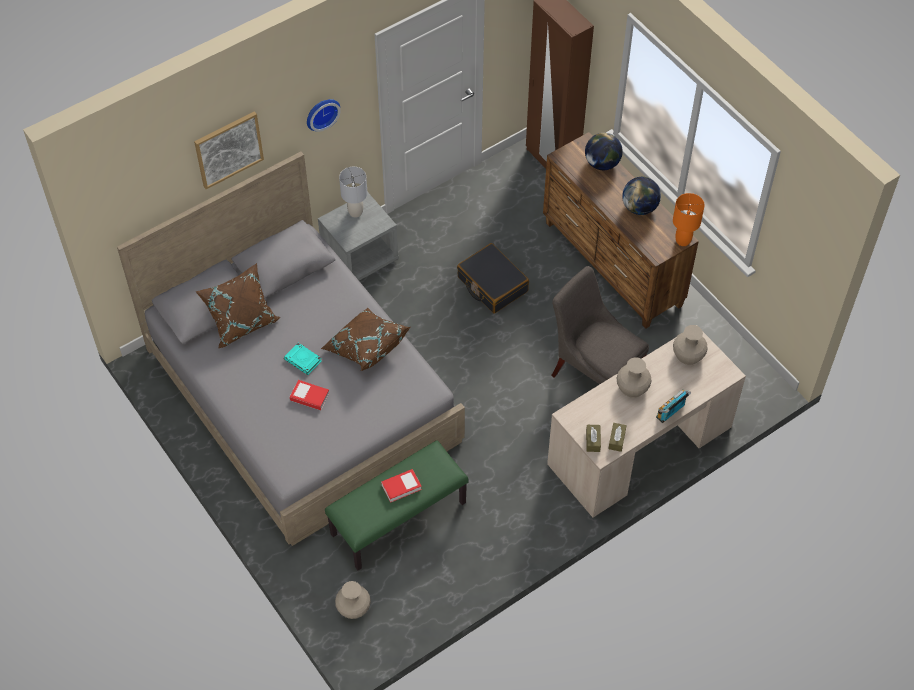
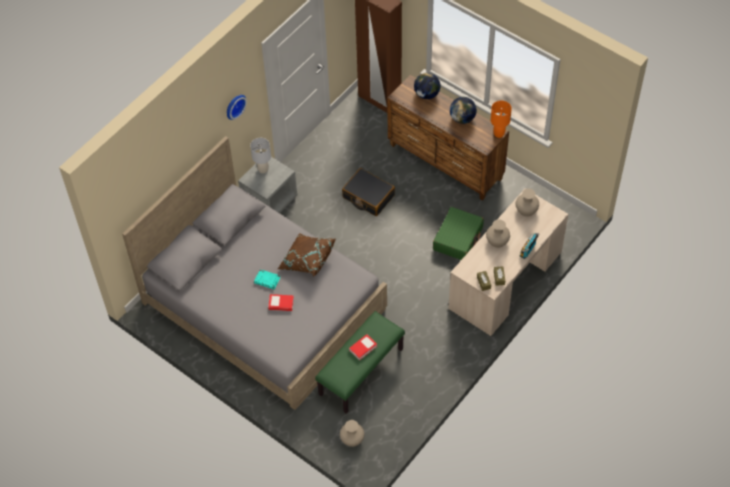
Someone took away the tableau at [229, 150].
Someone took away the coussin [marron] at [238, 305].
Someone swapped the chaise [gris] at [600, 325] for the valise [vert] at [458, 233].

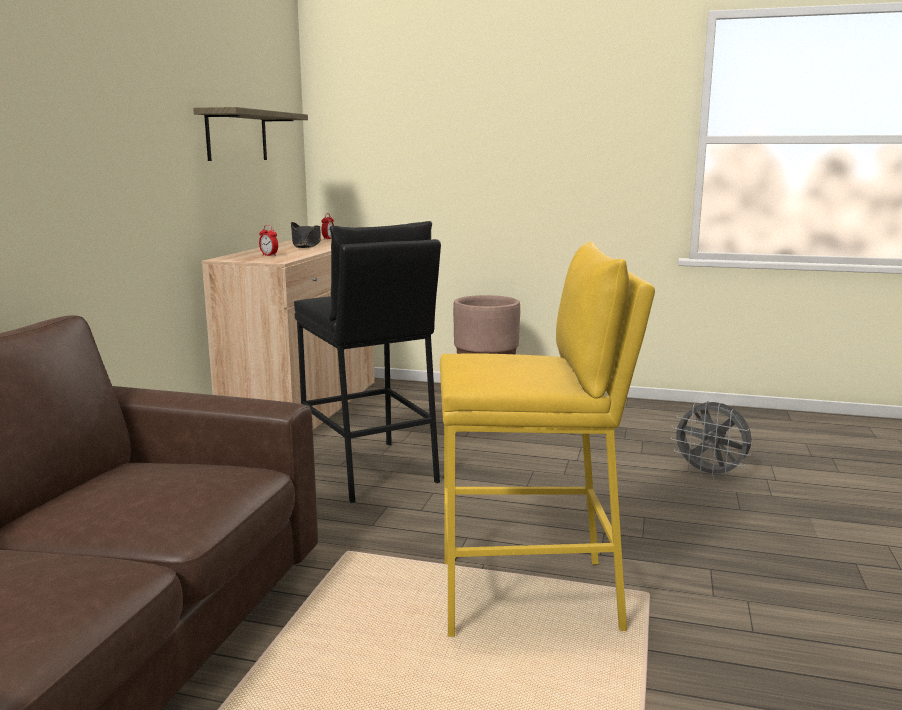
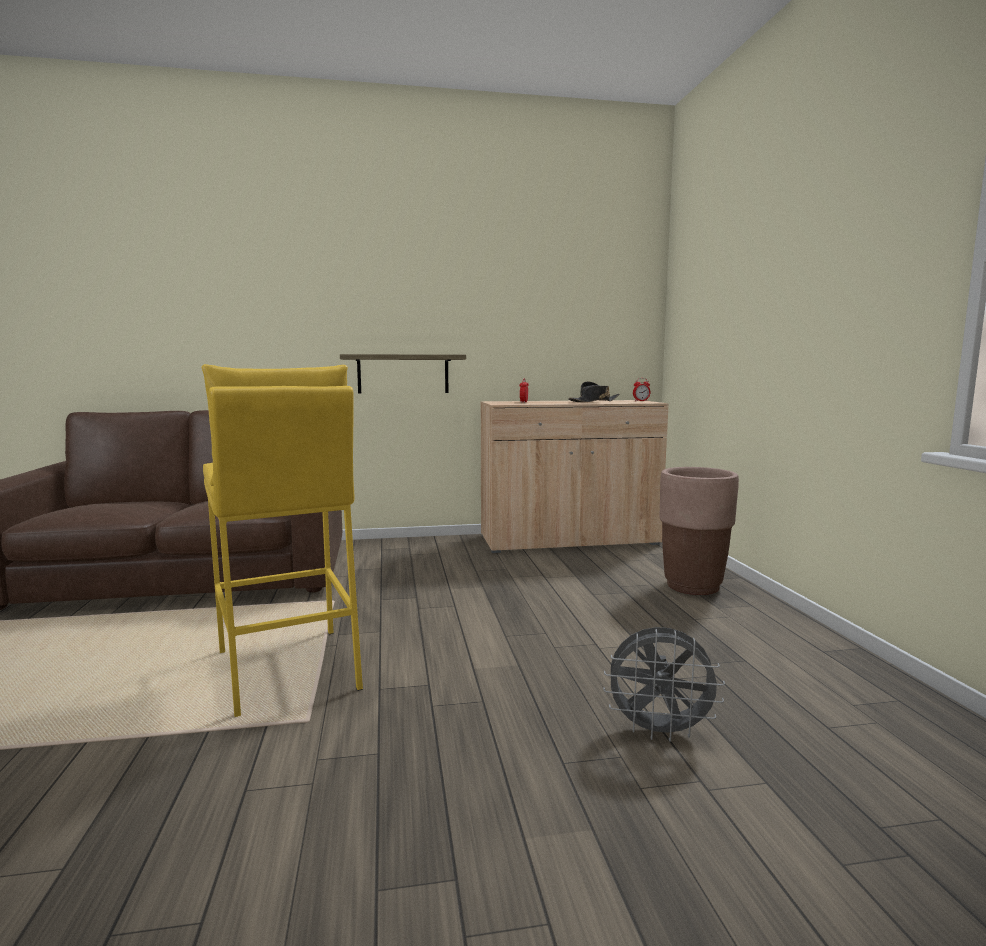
Someone took away the tabouret [noir] at [367, 362].
Someone carried the étagère from [250, 134] to [403, 374].
Someone rotated the ventilateur [gris] at [712, 440] by 90 degrees counterclockwise.

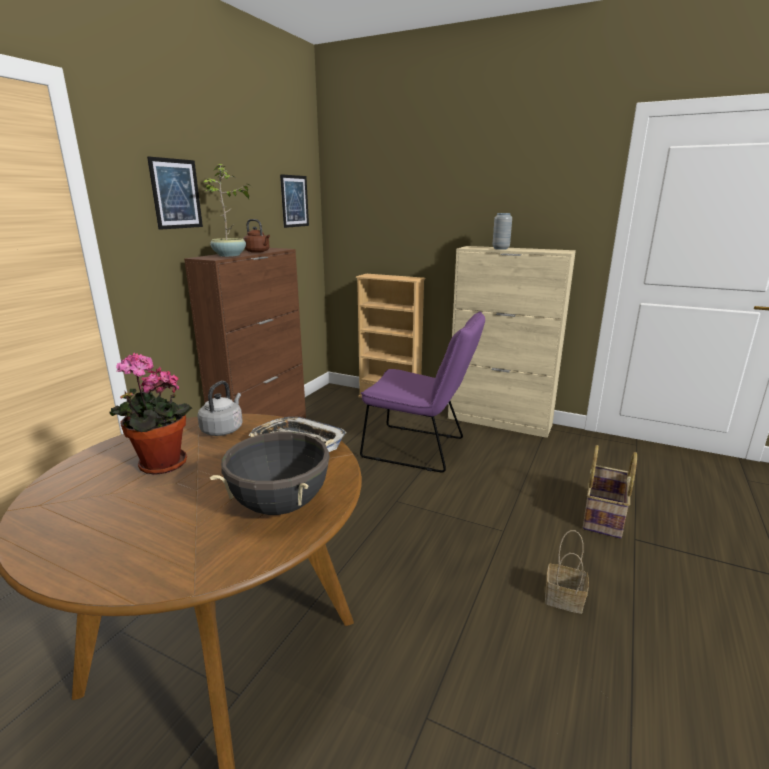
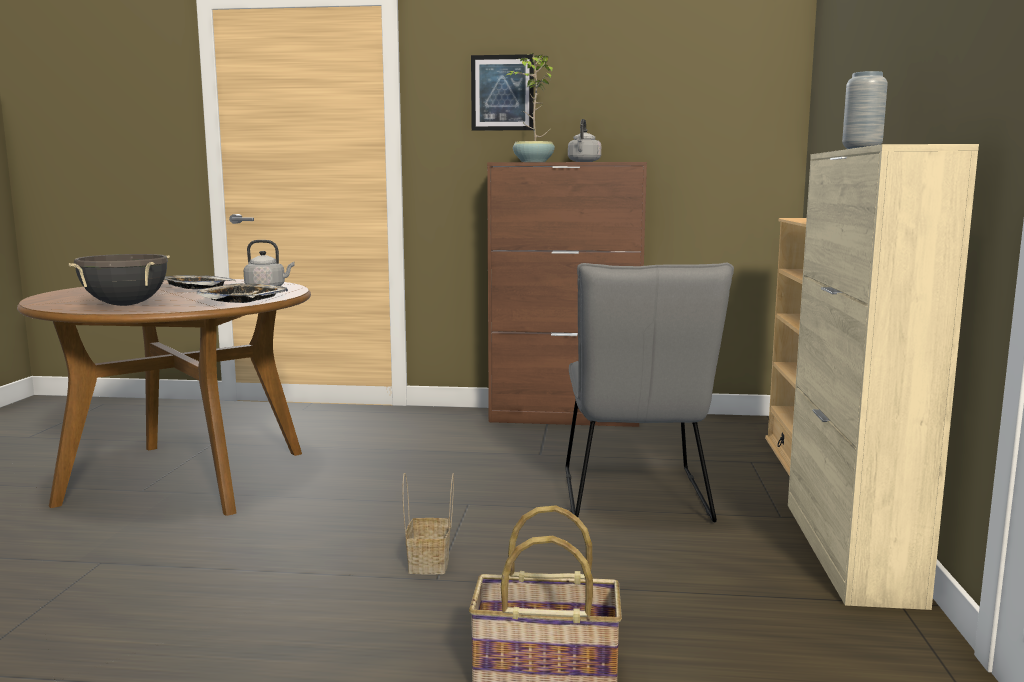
Someone took away the tableau at [294, 201].
Someone carried the panier from [567, 572] to [428, 524].
Someone swapped the plante en pot at [150, 414] for the plateau at [200, 282].
Someone repainted the bouilloire [marron] at [256, 236], which became the bouilloire [gris] at [584, 140].
Someone repainted the chaise [violet] at [422, 391], which became the chaise [gris] at [649, 392].

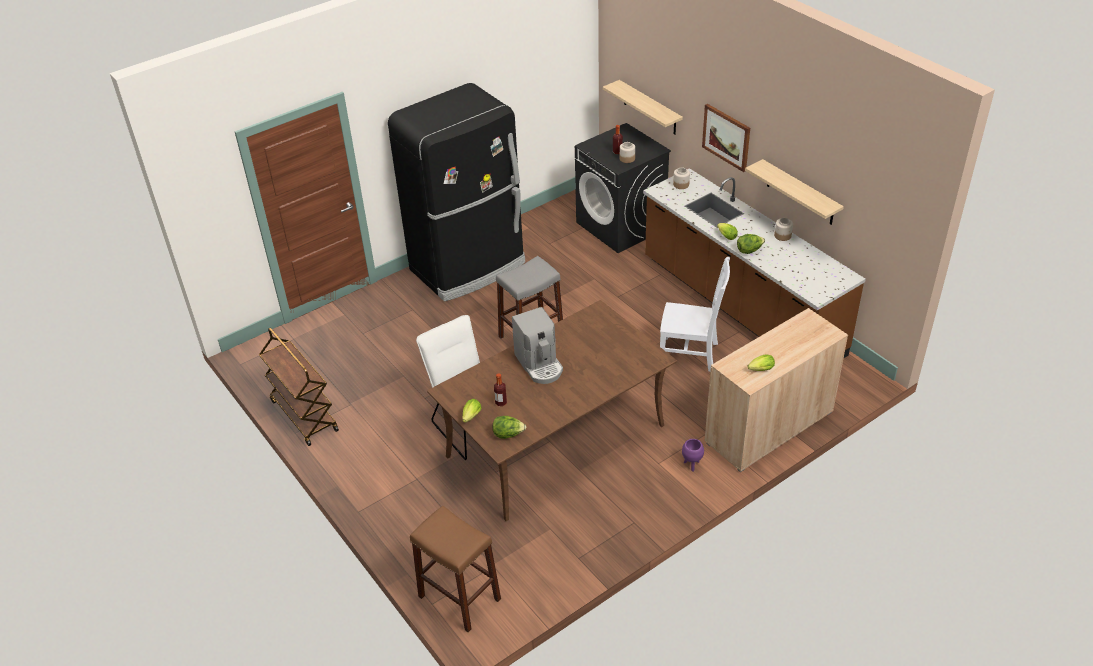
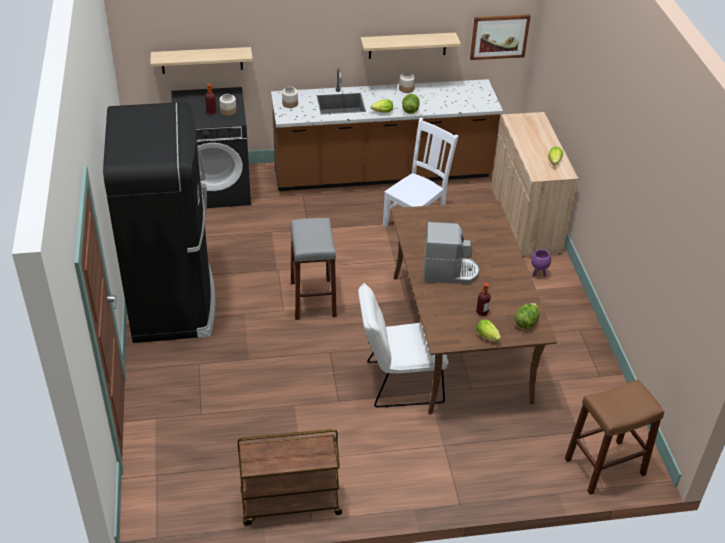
Someone carried the tableau from [726, 138] to [500, 37].

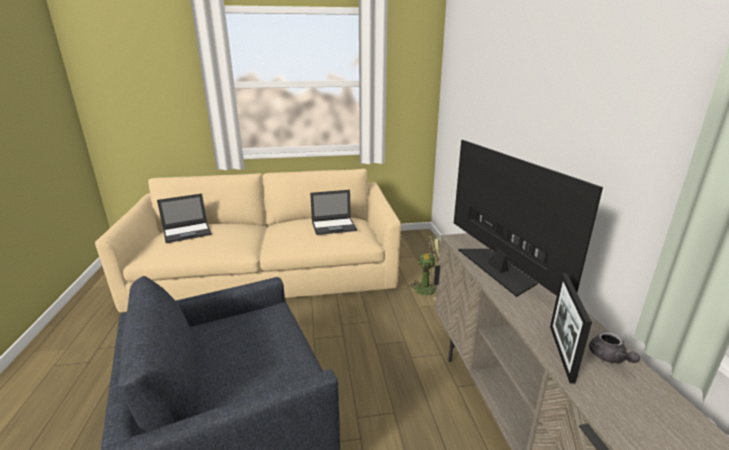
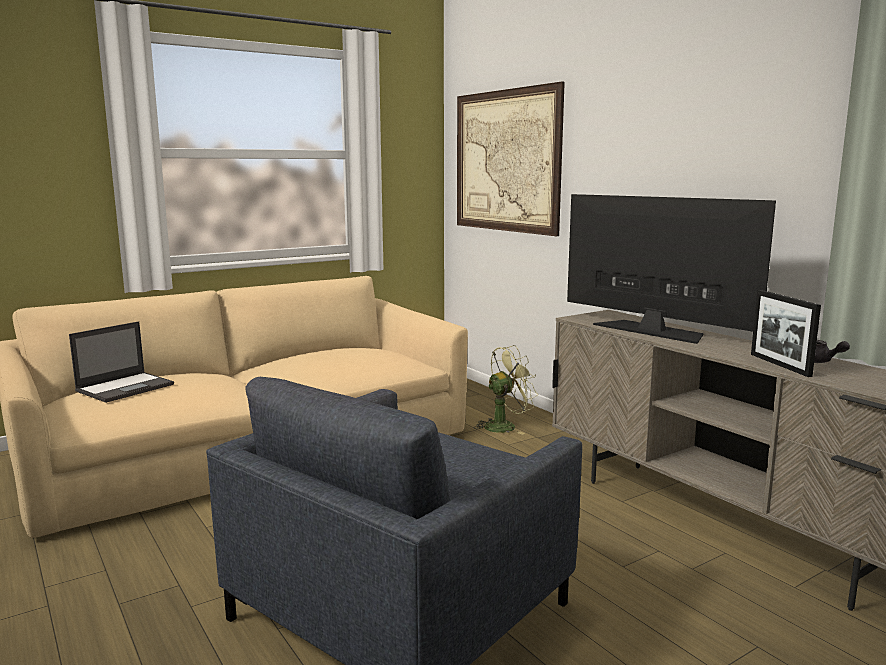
Someone took away the ordinateur portable at [333, 212].
Someone put up the tableau at [511, 159].

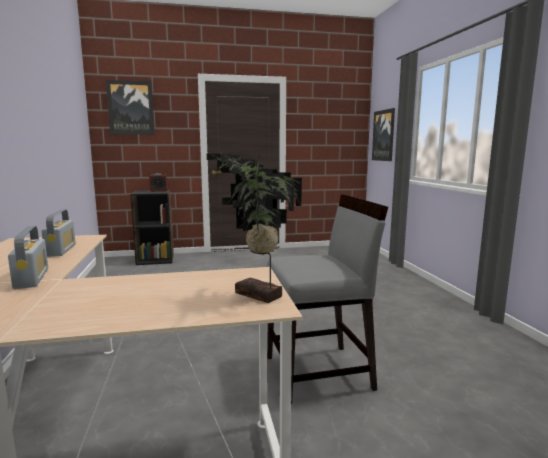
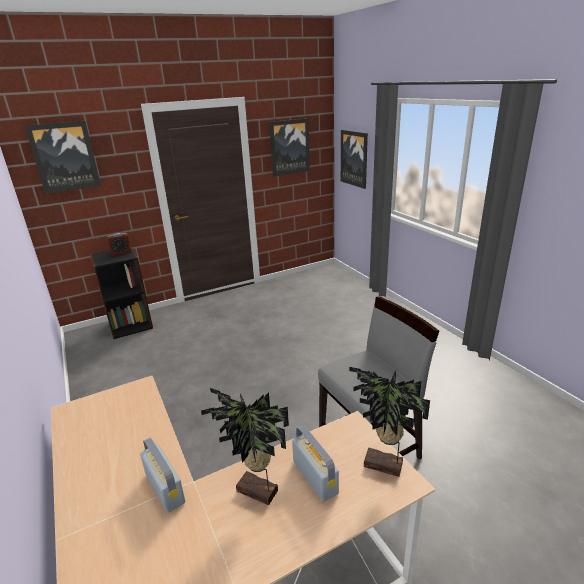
Someone put down the plante en pot at [245, 446].
Someone put up the tableau at [289, 147].
Someone carried the radio from [58, 233] to [315, 463].

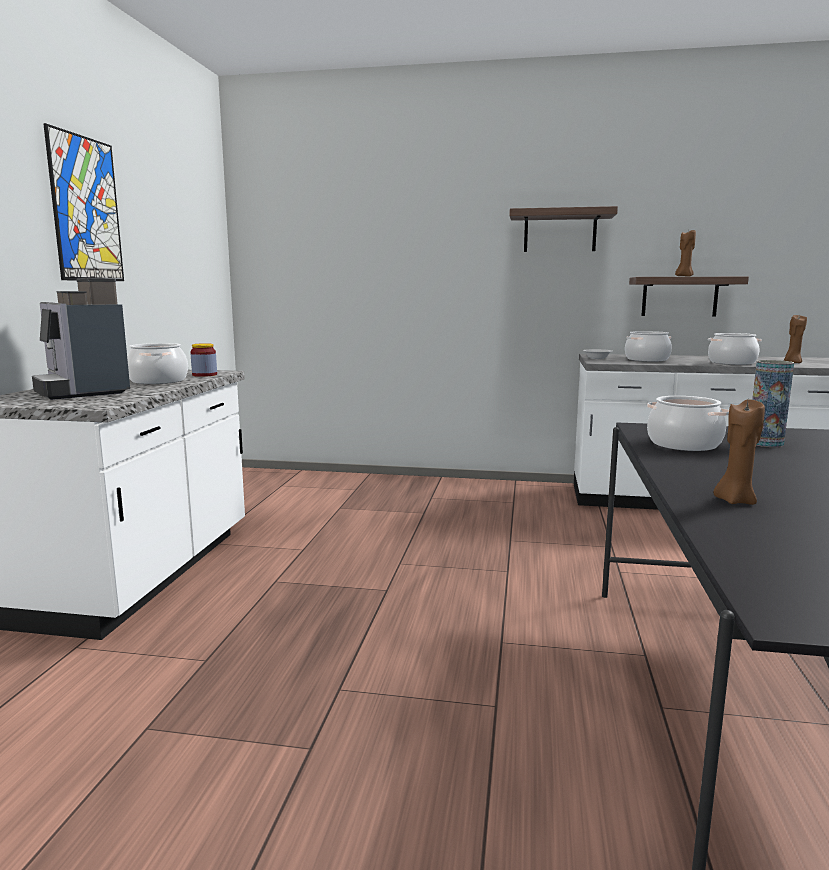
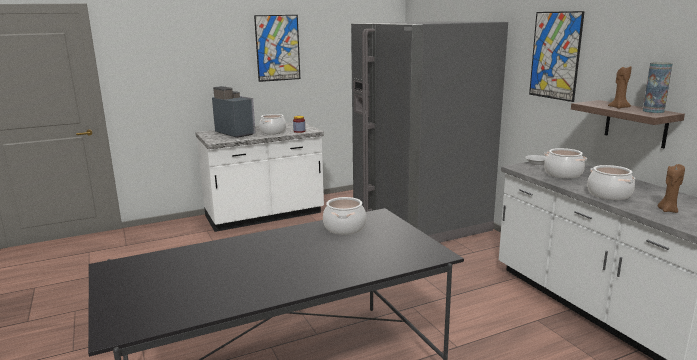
Someone took away the bougie [marron] at [739, 452].
Someone put down the réfrigérateur [gris] at [429, 132].
Someone carried the vase from [773, 403] to [658, 87].
Someone swapped the étagère at [563, 229] for the tableau at [557, 56].
Someone rotated the machine à café at [81, 339] by 120 degrees clockwise.

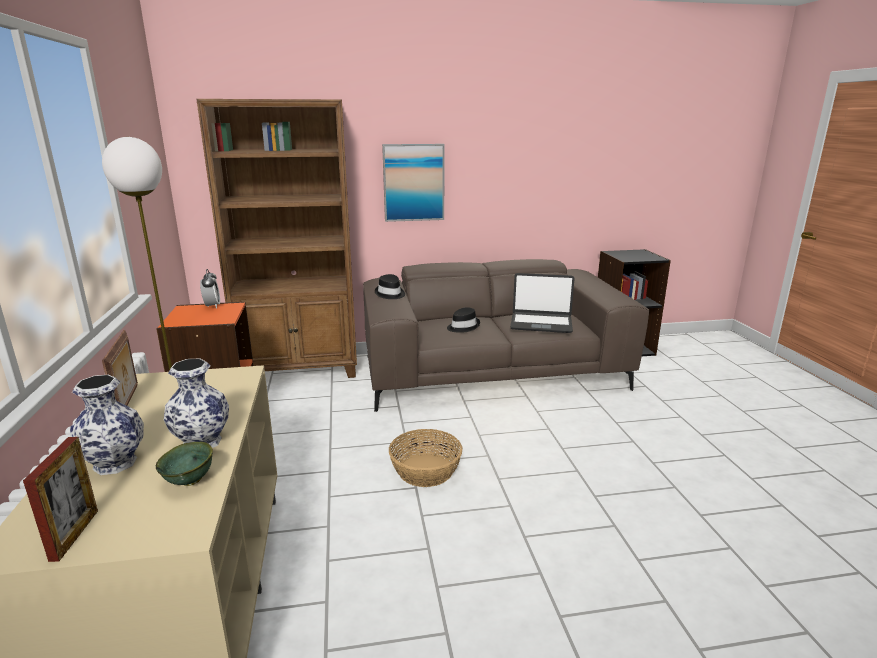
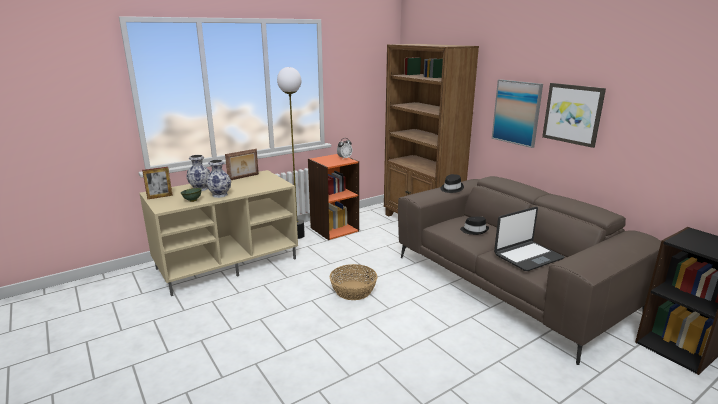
Someone put up the tableau at [574, 115].
Someone rotated the ordinateur portable at [542, 303] by 105 degrees counterclockwise.

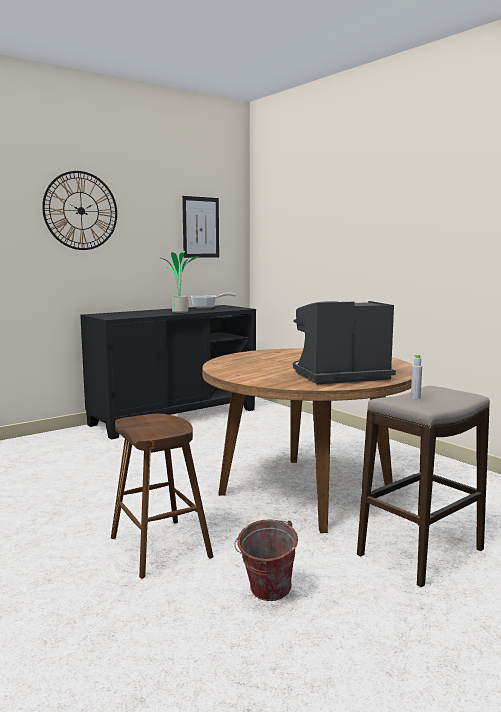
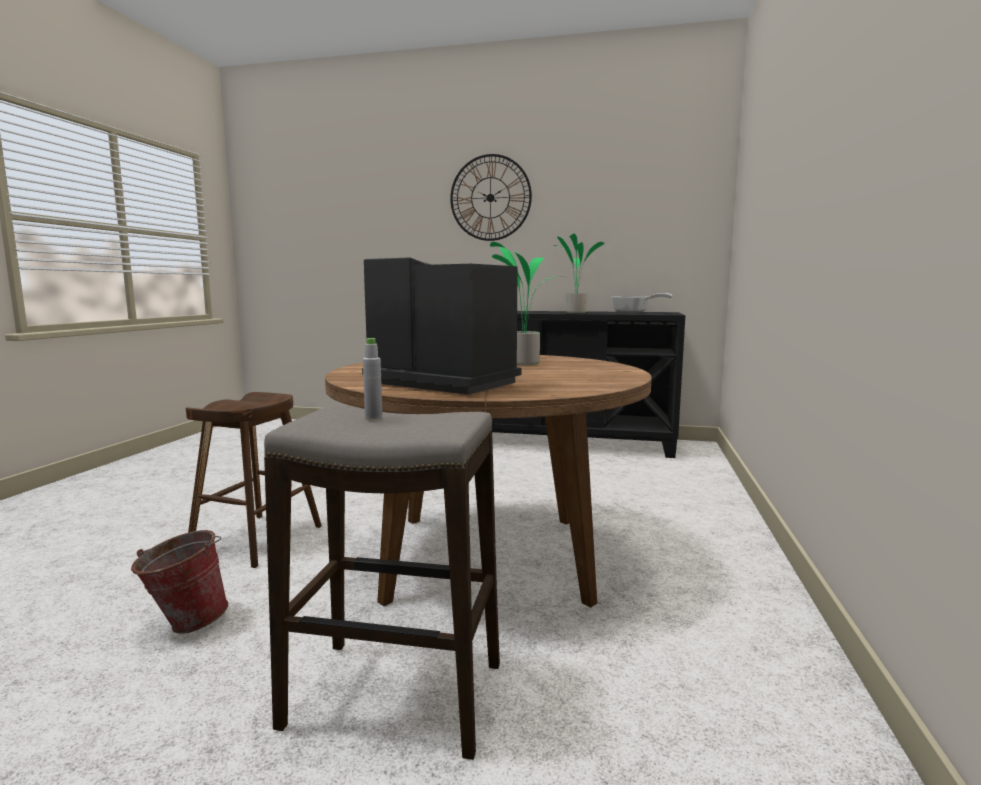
Someone took away the tableau at [200, 227].
Someone put down the plante en pot at [527, 303].

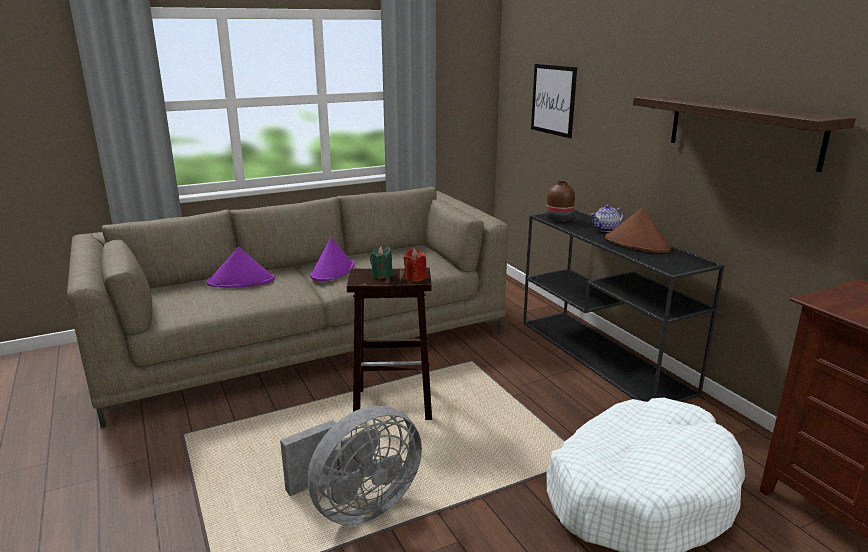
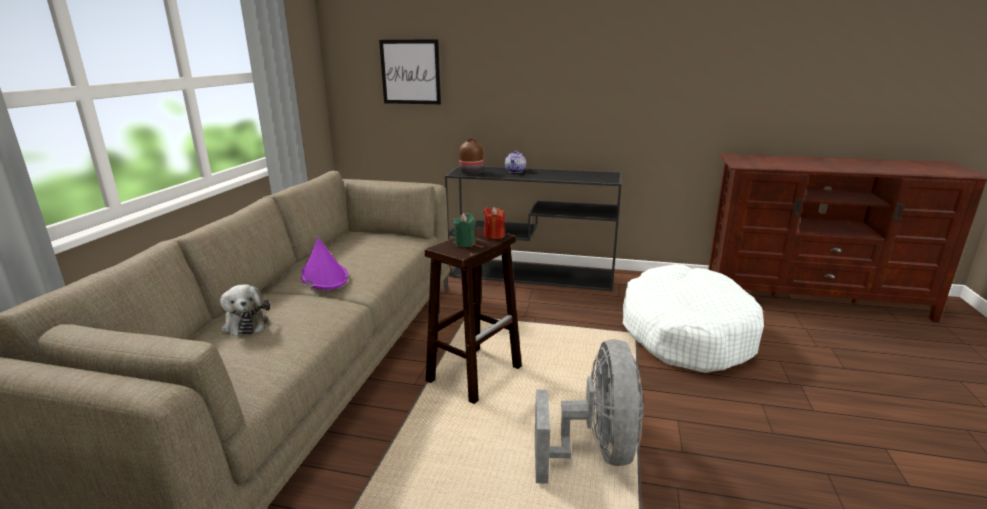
Someone took away the chapeau [marron] at [638, 230].
Someone took away the étagère at [744, 133].
Someone swapped the chapeau [violet] at [240, 267] for the peluche at [245, 310].

